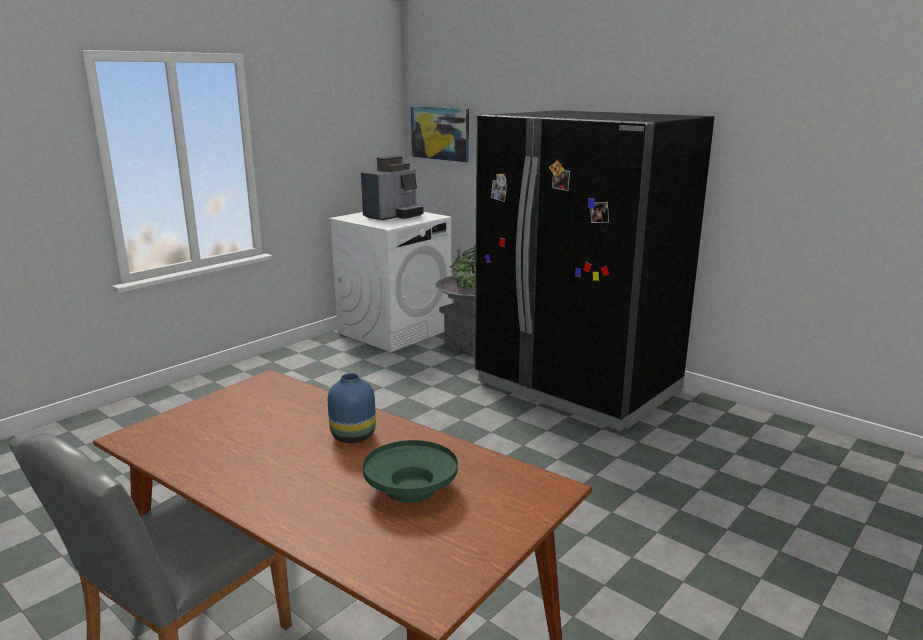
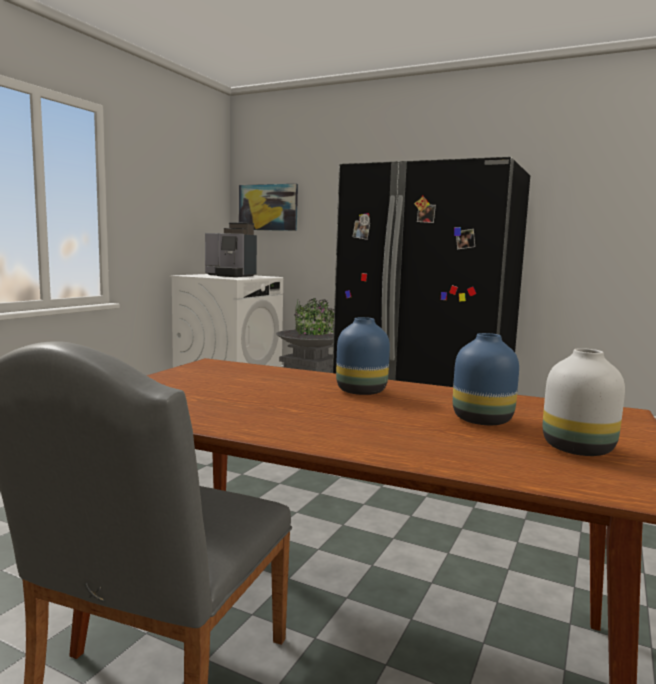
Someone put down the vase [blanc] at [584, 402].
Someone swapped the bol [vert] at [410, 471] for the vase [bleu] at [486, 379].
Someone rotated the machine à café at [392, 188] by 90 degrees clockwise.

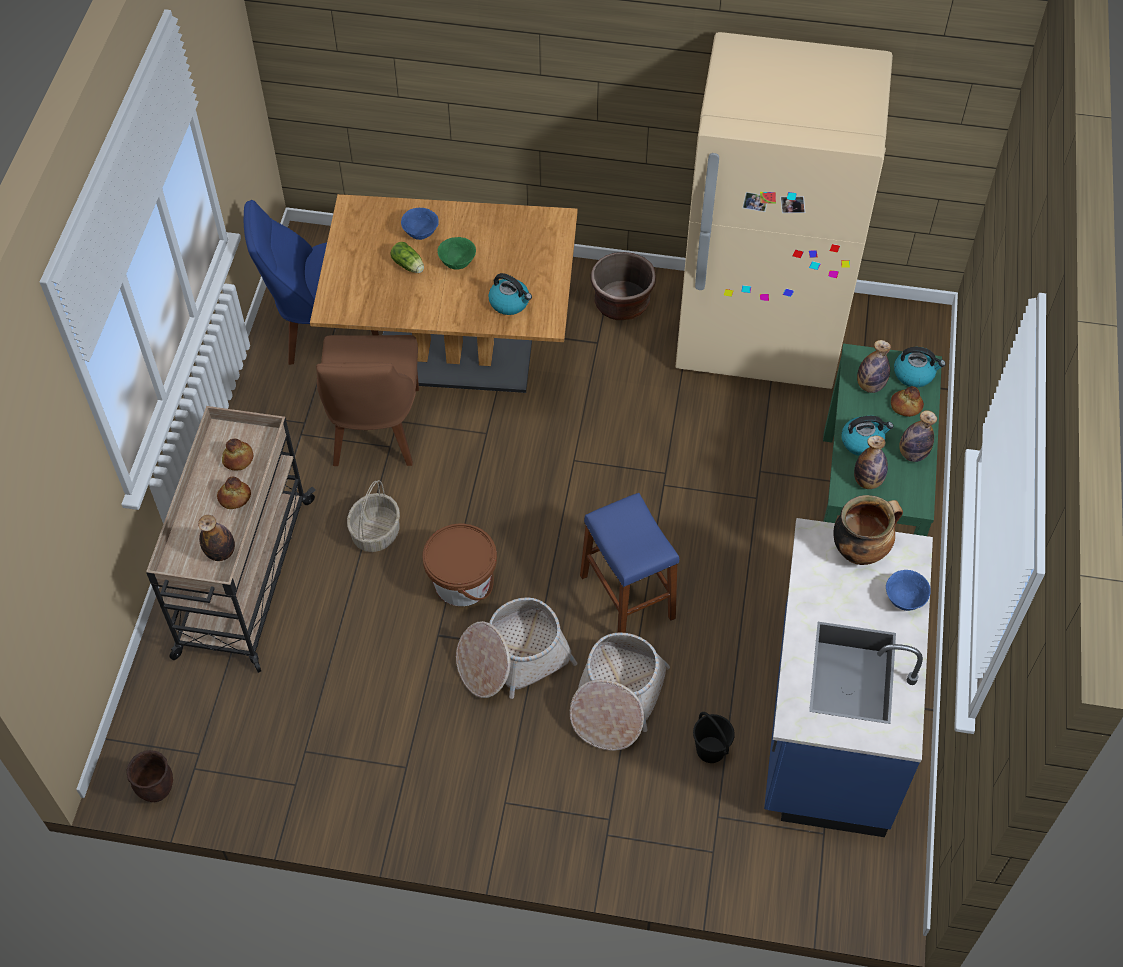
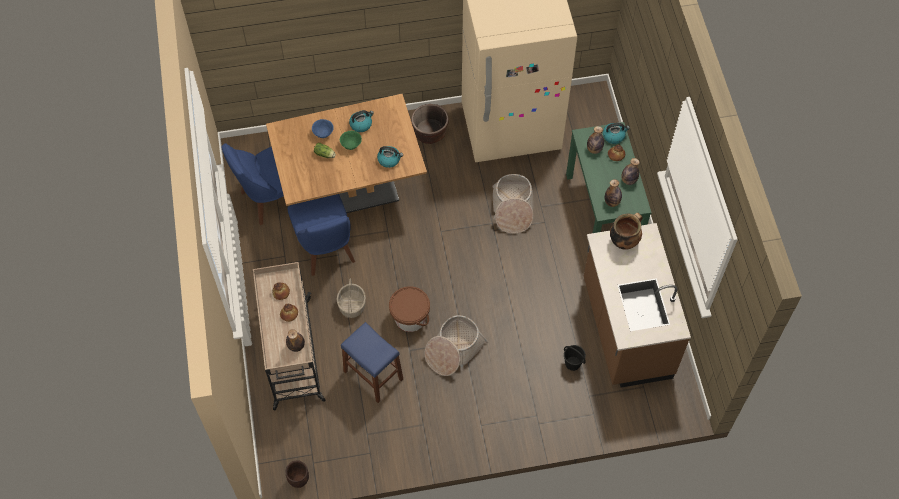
Someone took away the bol [bleu] at [908, 590].
Someone carried the panier from [620, 691] to [513, 204].
Someone carried the tabouret [bleu] from [629, 563] to [372, 362].
Someone carried the bouilloire from [867, 436] to [361, 121].
Someone repainted the chaise [marron] at [367, 400], which became the chaise [bleu] at [321, 235].
Someone repainted the comptoir de cuisine [bleu] at [848, 677], which became the comptoir de cuisine [marron] at [637, 305].

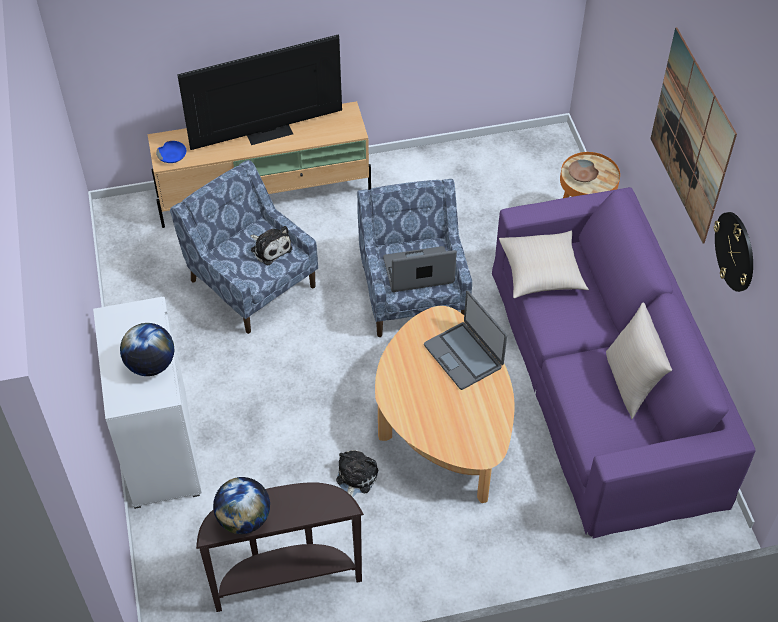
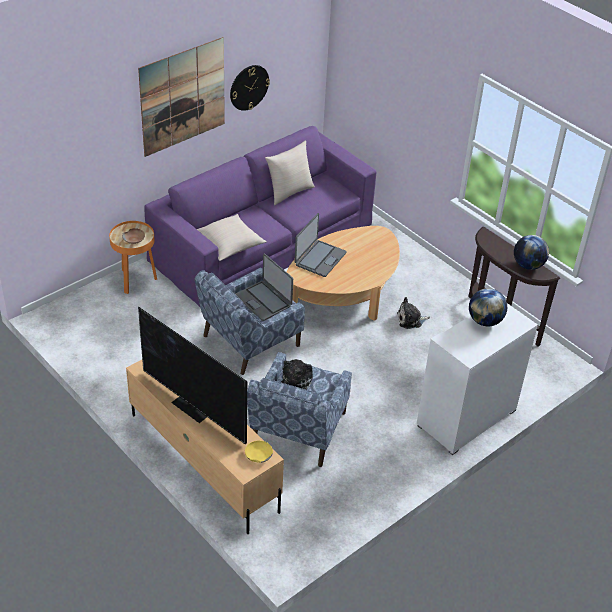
Someone repainted the bol [bleu] at [171, 152], which became the bol [jaune] at [259, 451].

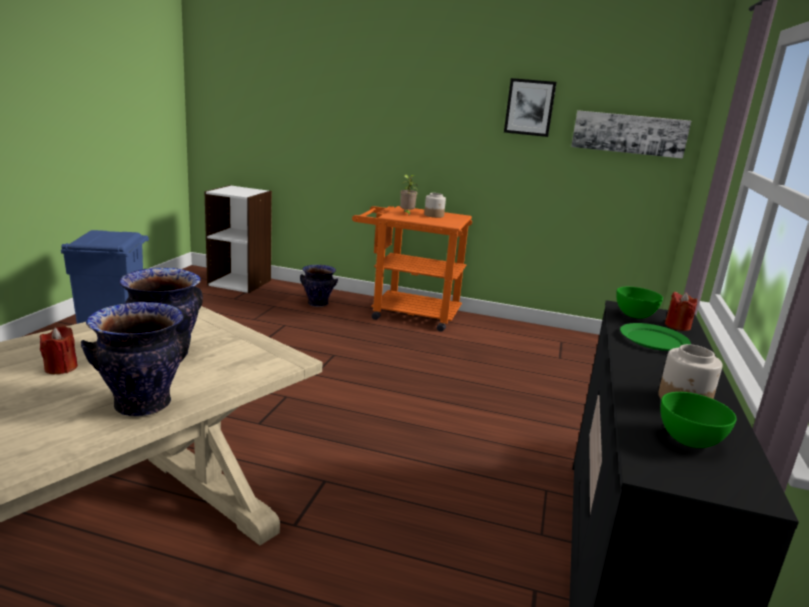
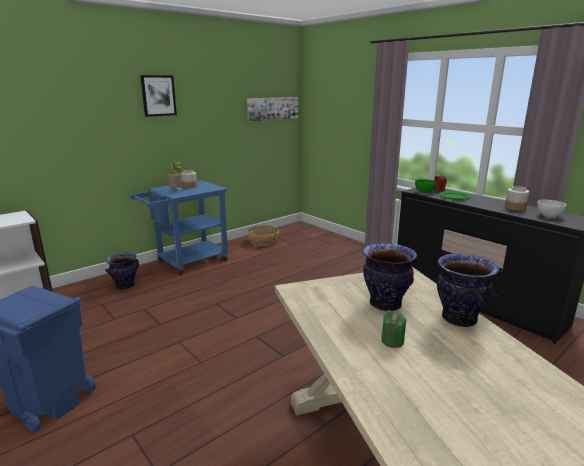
Someone put down the panier at [262, 235].
Someone carried the tableau from [530, 107] to [158, 96].
Someone repainted the bougie [rouge] at [59, 350], which became the bougie [vert] at [393, 329].
Someone repainted the chariot [orange] at [412, 269], which became the chariot [bleu] at [179, 227].
Someone repainted the bol [vert] at [698, 420], which became the bol [blanc] at [552, 208].

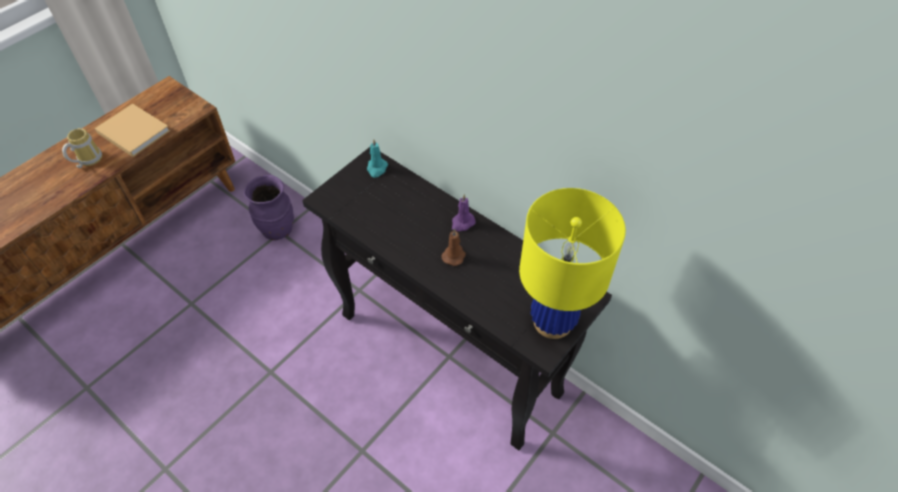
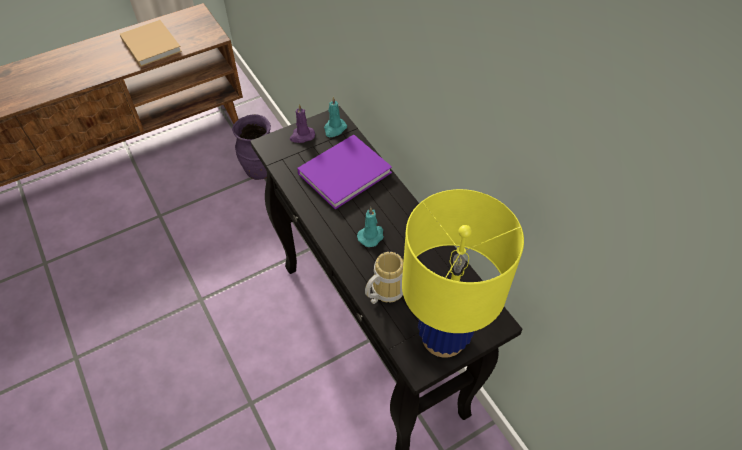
Someone put down the livre [violet] at [344, 172].
Someone carried the mug from [82, 148] to [384, 278].
Someone carried the bougie [violet] from [464, 212] to [302, 123].
Someone repainted the bougie [marron] at [454, 247], which became the bougie [turquoise] at [370, 227].

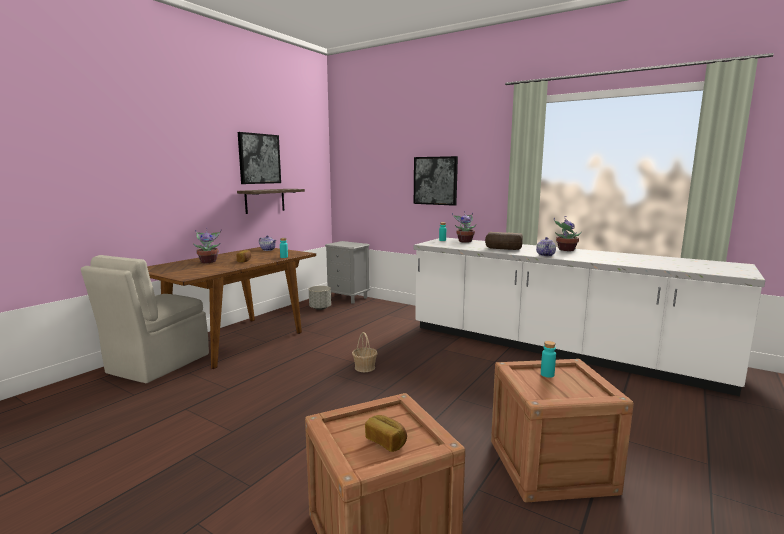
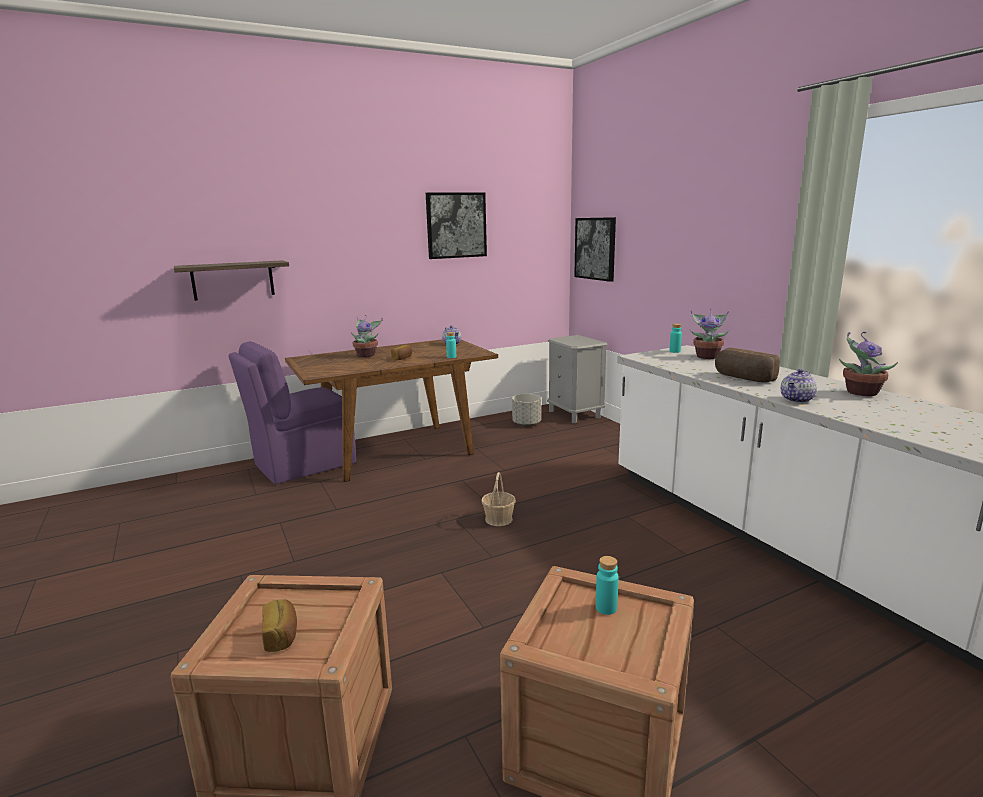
Someone carried the étagère from [271, 201] to [231, 280].
Someone carried the tableau from [436, 181] to [595, 249].
Someone repainted the chaise [beige] at [145, 319], which became the chaise [violet] at [292, 412].

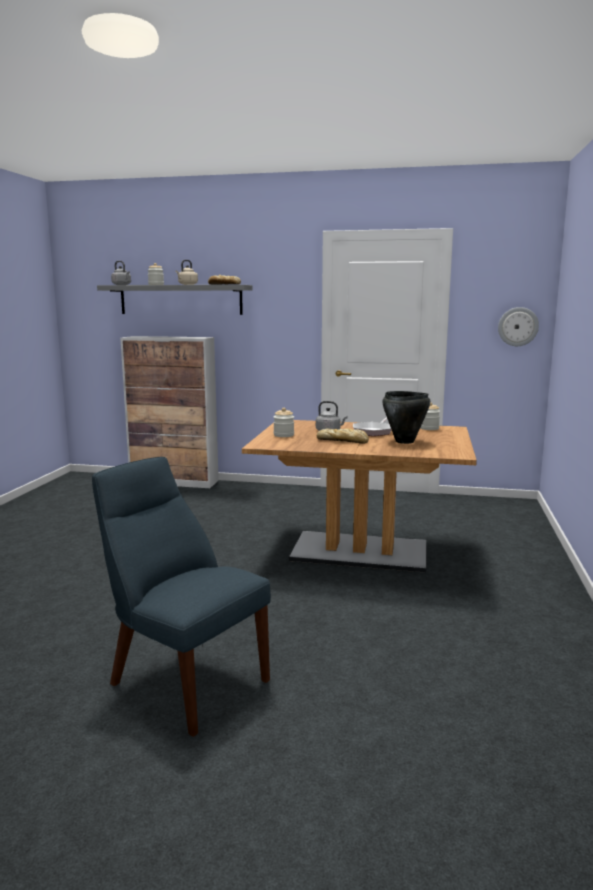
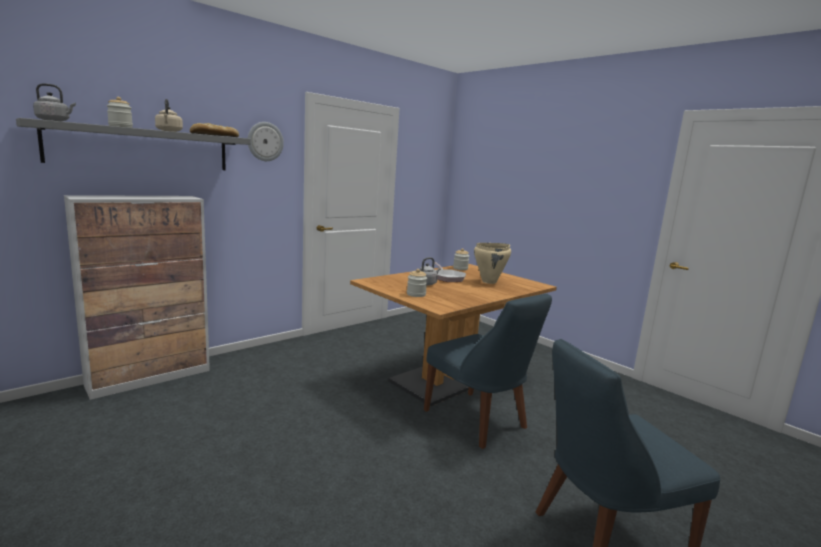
Someone took away the pain at [343, 435].
Someone put down the chaise [bleu] at [488, 371].
Someone carried the horloge murale from [518, 326] to [266, 141].
Someone repainted the marmite [noir] at [406, 417], which became the marmite [beige] at [492, 263].

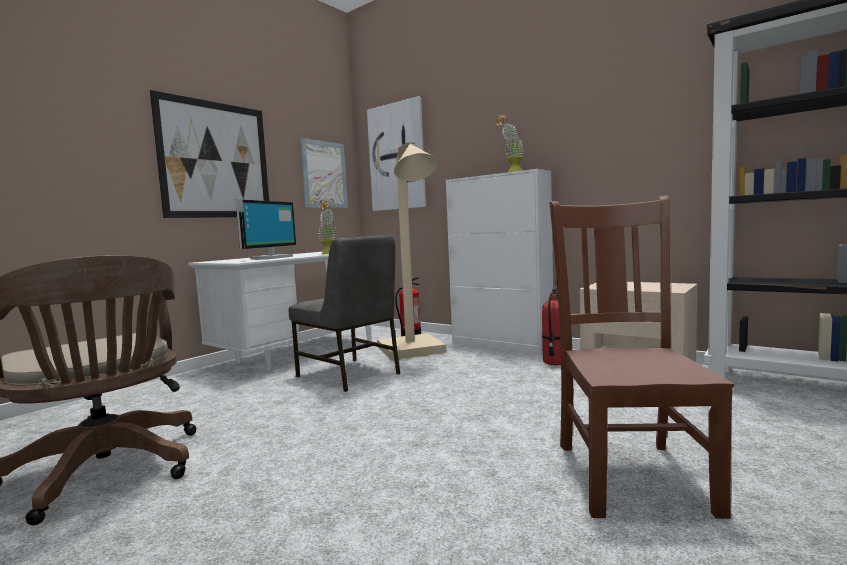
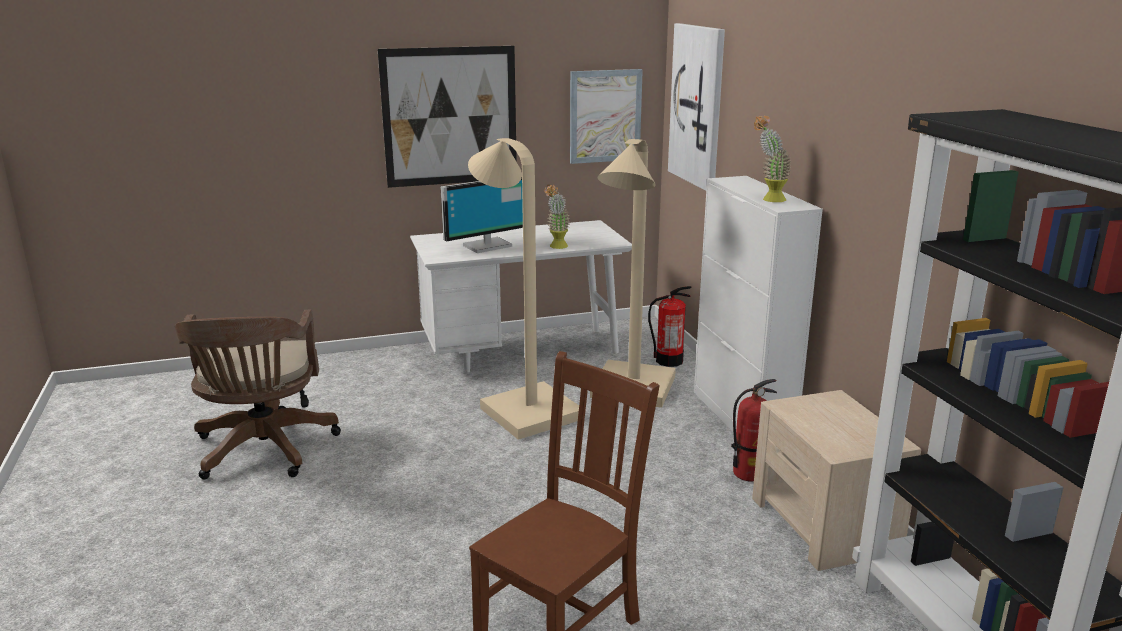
Someone swapped the chaise [gris] at [344, 313] for the lampadaire [beige] at [523, 289].

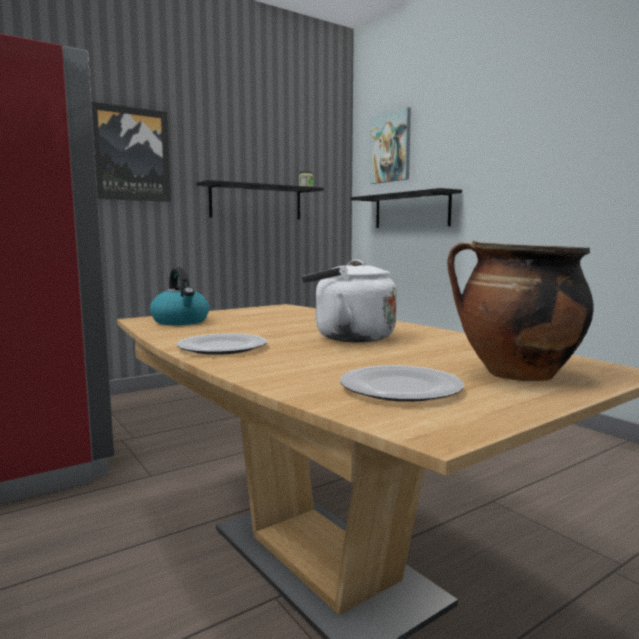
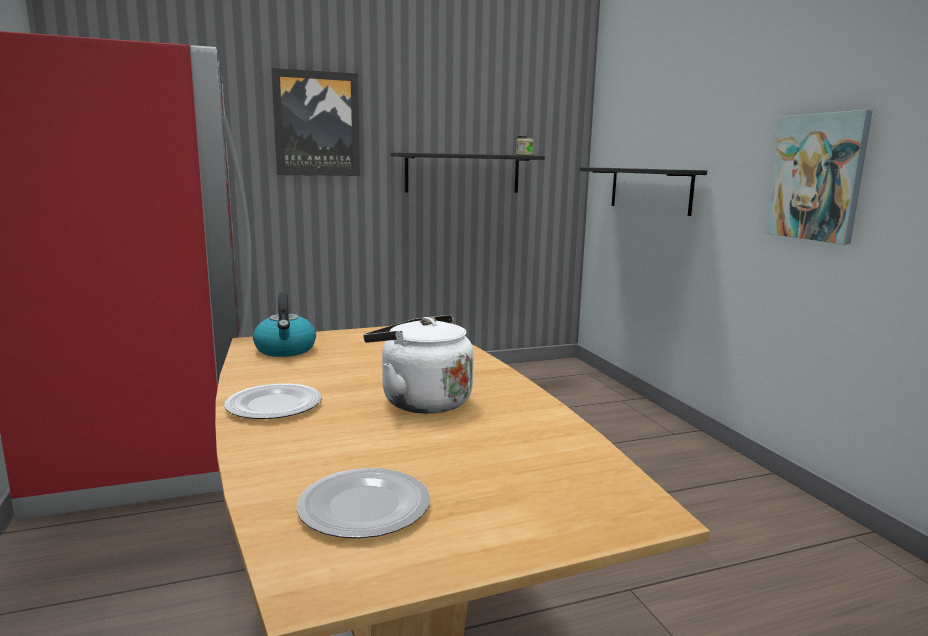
Someone took away the marmite at [520, 310].
Someone carried the tableau from [390, 145] to [819, 177].

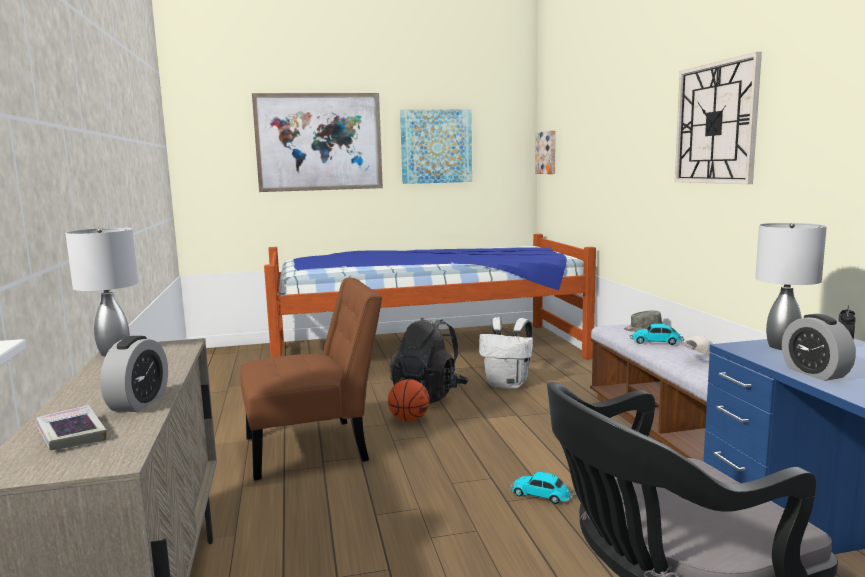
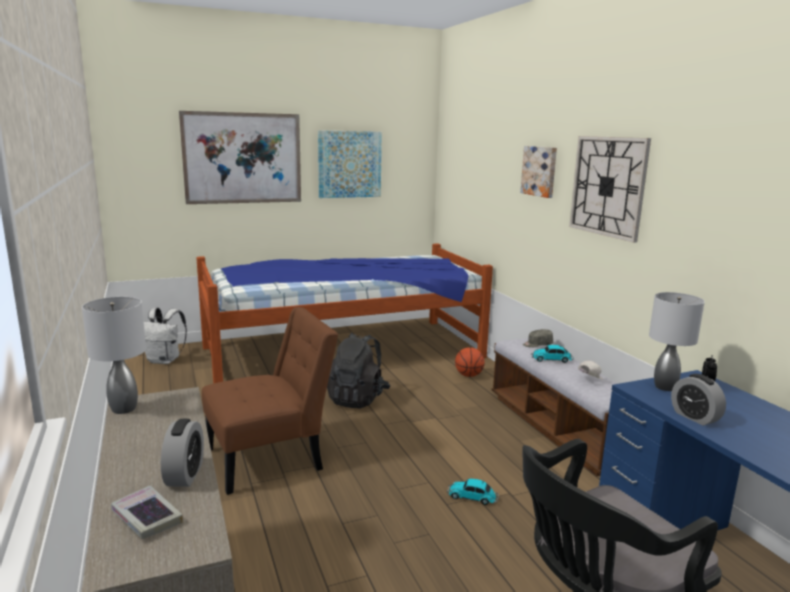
Someone carried the ballon de basket from [409, 400] to [470, 362].
Someone carried the sac à dos [blanc] from [506, 353] to [165, 336].
Someone carried the tableau from [545, 152] to [538, 172].

